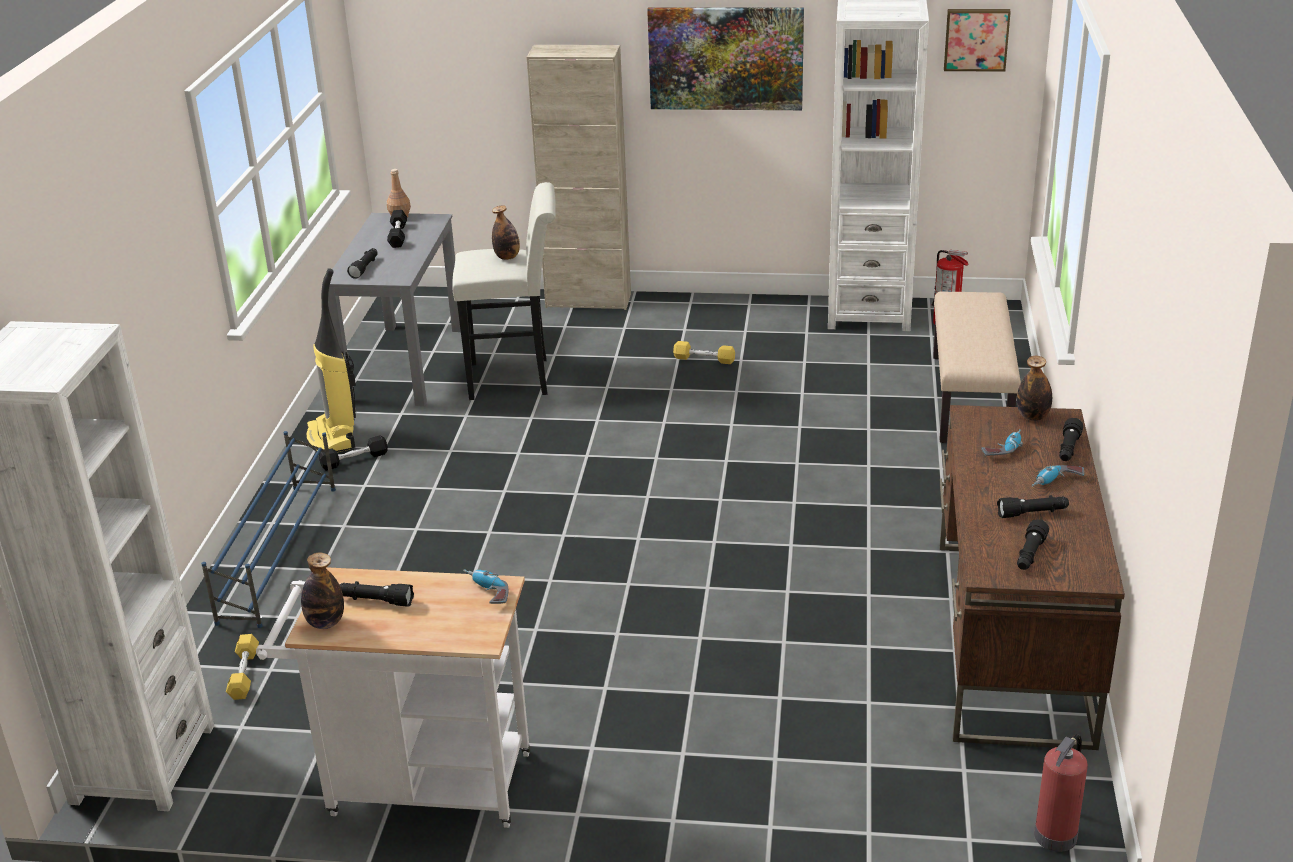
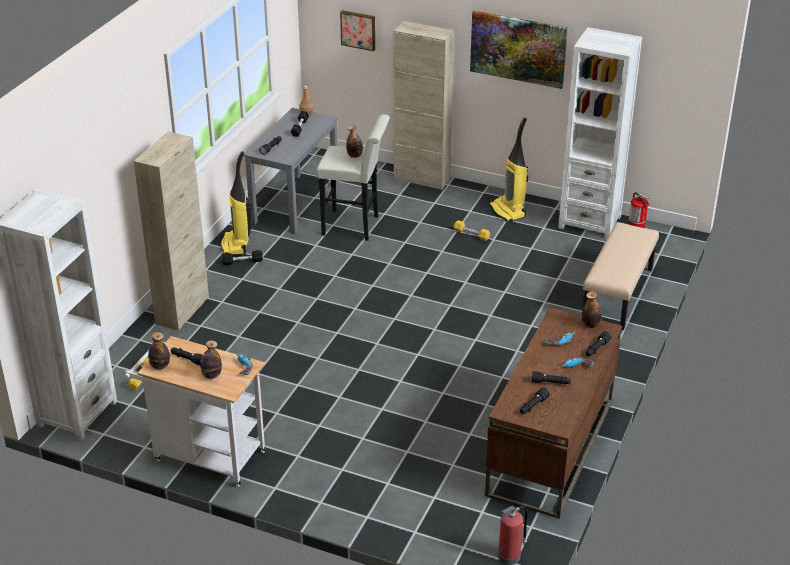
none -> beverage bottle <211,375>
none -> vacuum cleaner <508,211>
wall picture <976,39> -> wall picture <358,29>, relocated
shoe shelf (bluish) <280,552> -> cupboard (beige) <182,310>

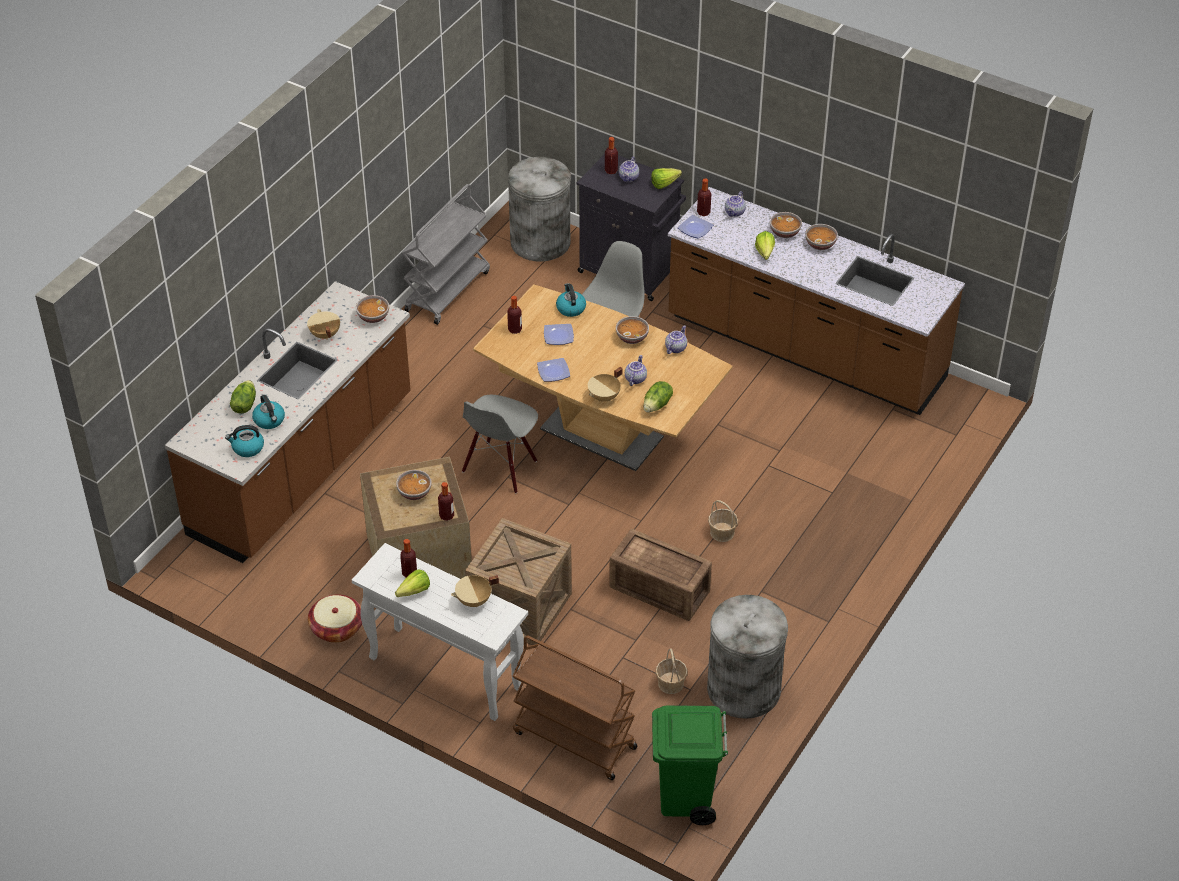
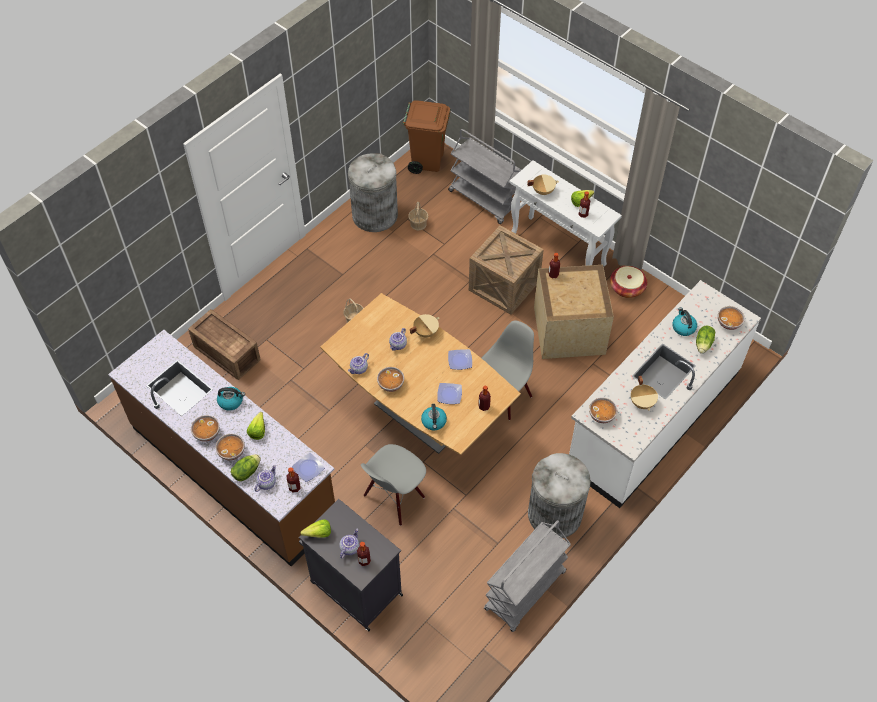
kettle <247,448> -> kettle <231,401>, relocated
bowl <414,493> -> bowl <729,323>, relocated
rubbish bin (gray) <540,242> -> rubbish bin (gray) <554,514>, relocated
crate <660,590> -> crate <227,352>, relocated
head of lettuce <657,405> -> head of lettuce <246,471>, relocated
kitchen counter (brown-coloured) <303,467> -> kitchen counter (white) <653,418>
cart (brown-coloured) <573,740> -> cart (gray) <484,200>
rubbish bin (green-coloured) <686,798> -> rubbish bin (brown-coloured) <427,161>

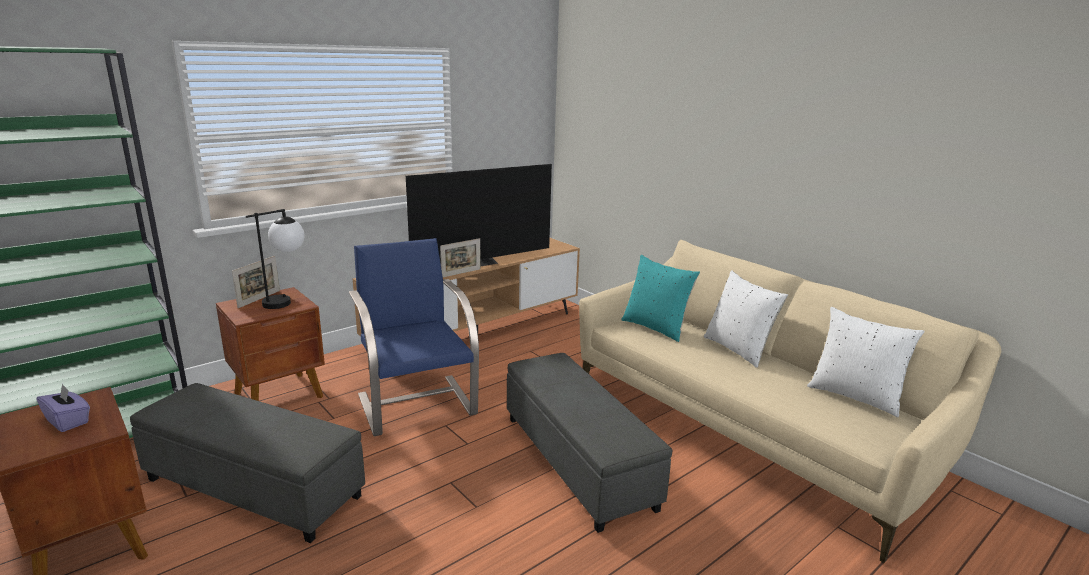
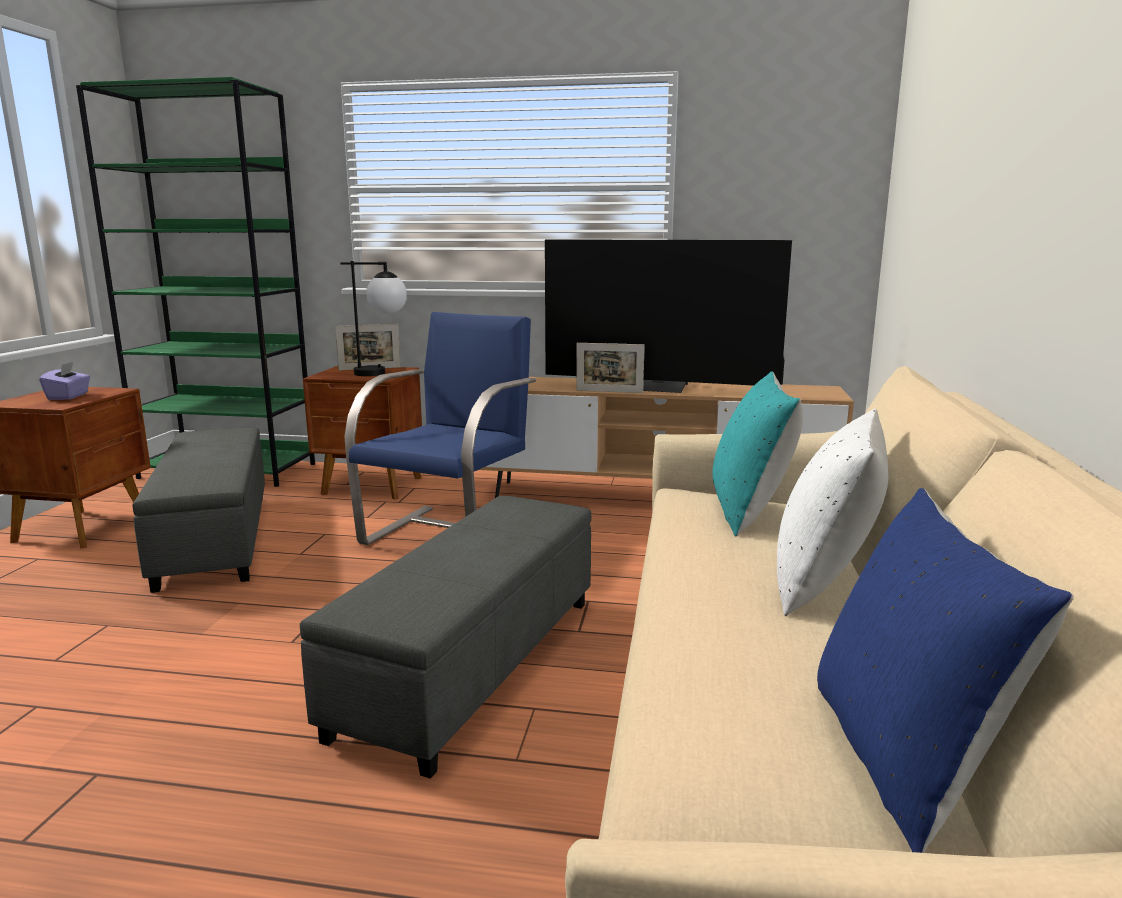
pillow (white) <855,396> -> pillow (bluish) <903,760>

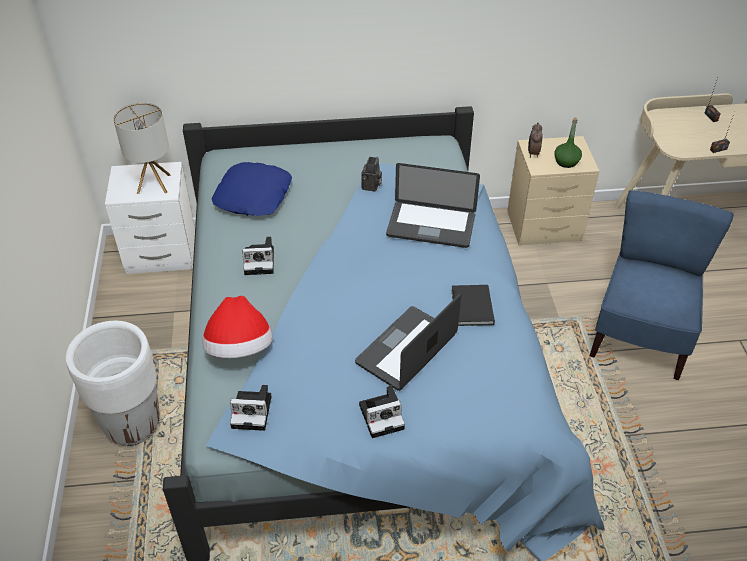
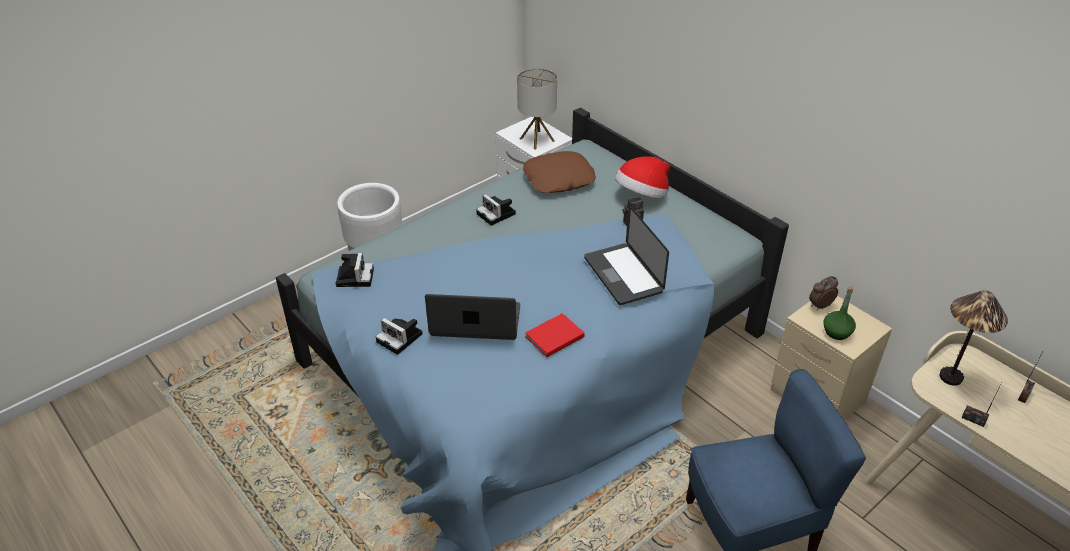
none -> tabletop lamp <950,377>
clothing hat <240,348> -> clothing hat <642,196>, relocated
pillow (bluish) <254,196> -> pillow (brown-coloured) <559,179>
volume (black) <471,308> -> volume (reddish) <553,337>
still camera <253,411> -> still camera <354,276>, 150 degrees counterclockwise

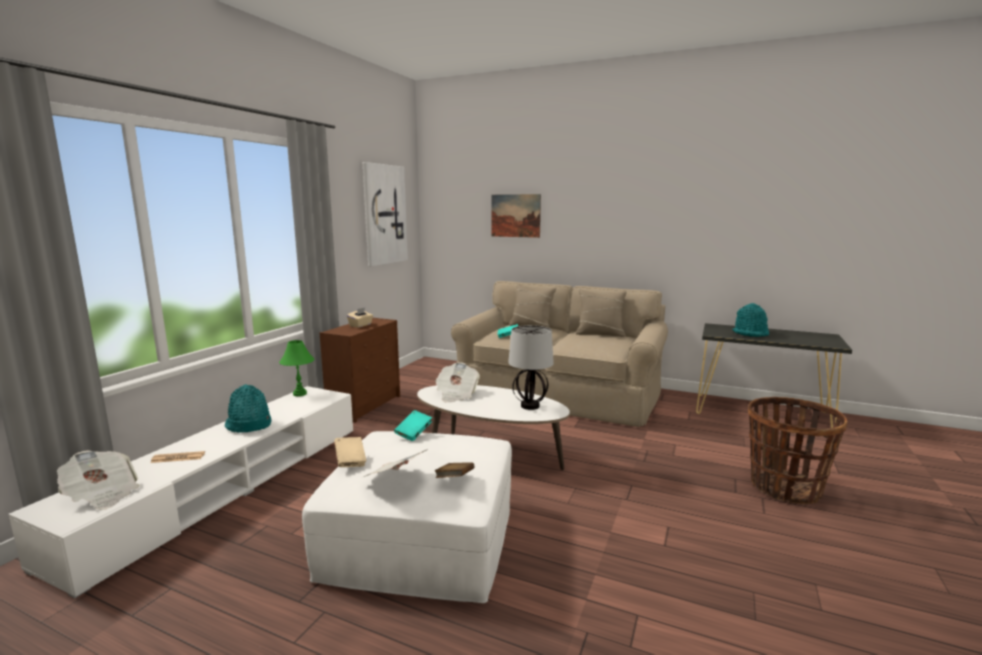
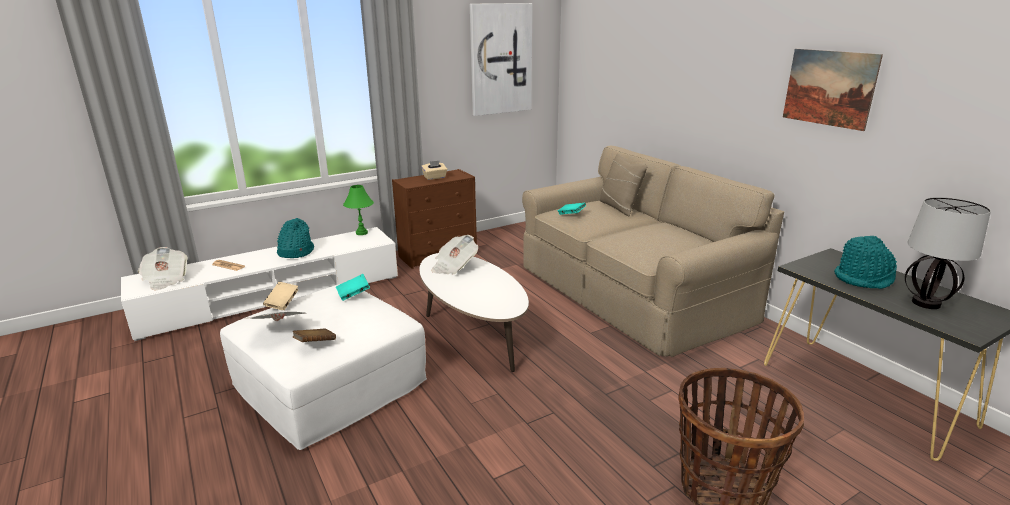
pillow (beige) <600,334> -> none
wall picture <515,215> -> wall picture <829,88>, relocated
tabletop lamp <529,406> -> tabletop lamp <925,303>, relocated

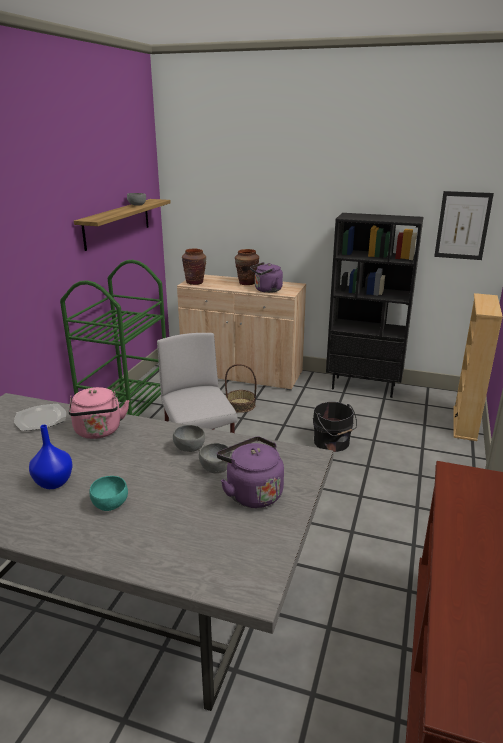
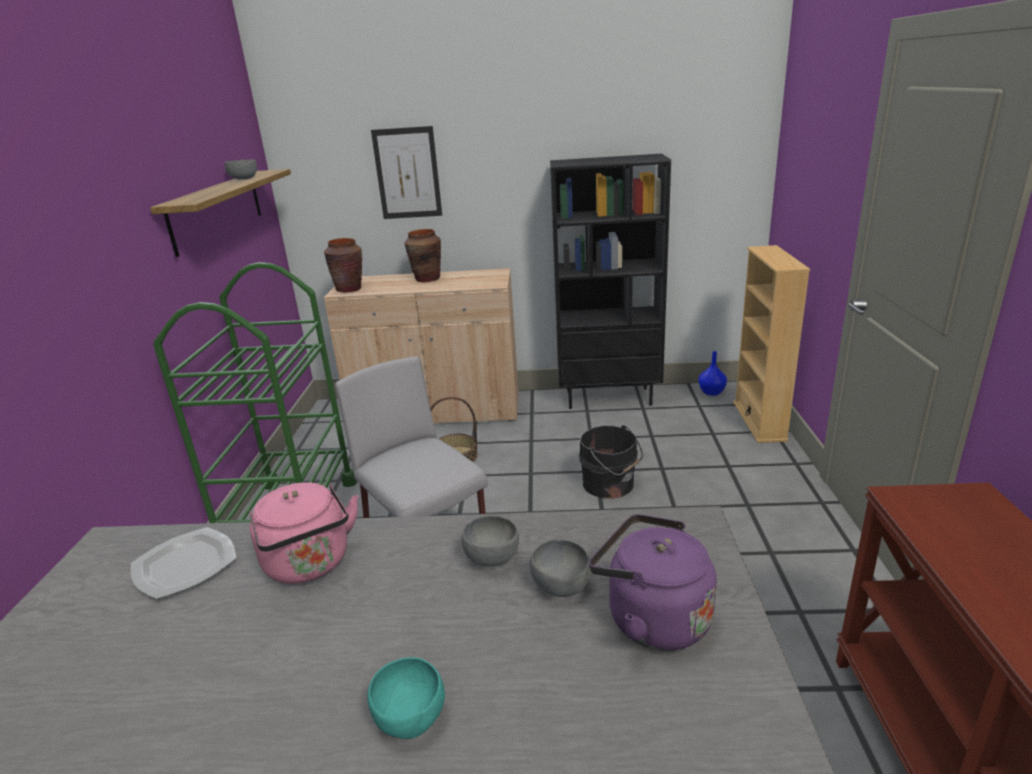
kettle (purple) <266,290> -> none
vase (bluish) <54,482> -> vase (bluish) <712,392>, relocated
wall picture <462,225> -> wall picture <407,173>, relocated

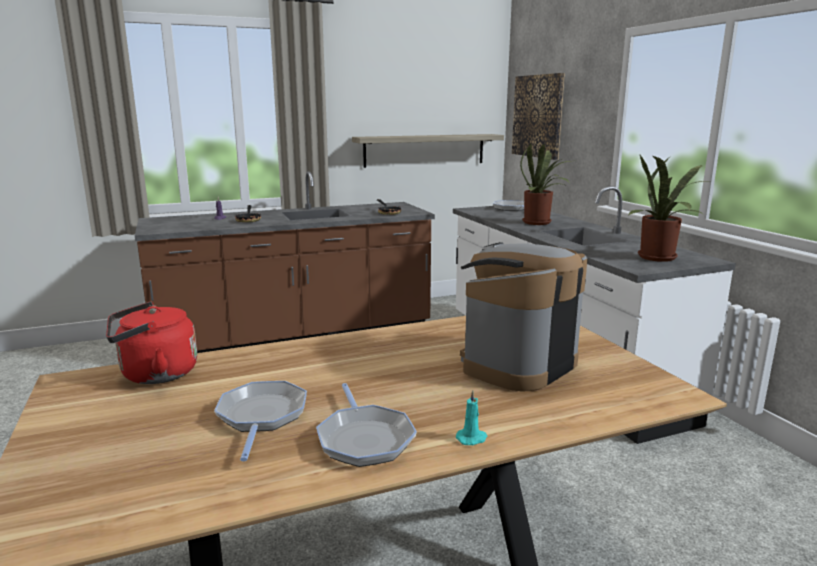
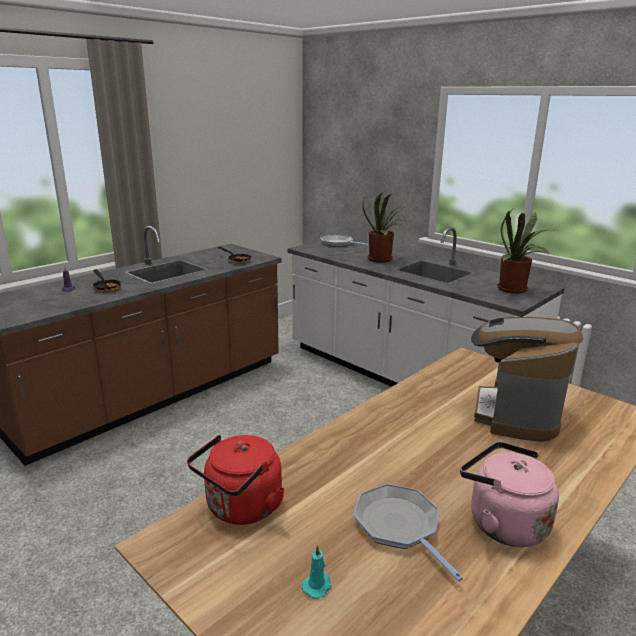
shelf <425,150> -> none
wall picture <538,116> -> none
candle (blue-green) <472,438> -> candle (blue-green) <317,586>, relocated
pan <364,439> -> kettle (pinkish) <502,522>

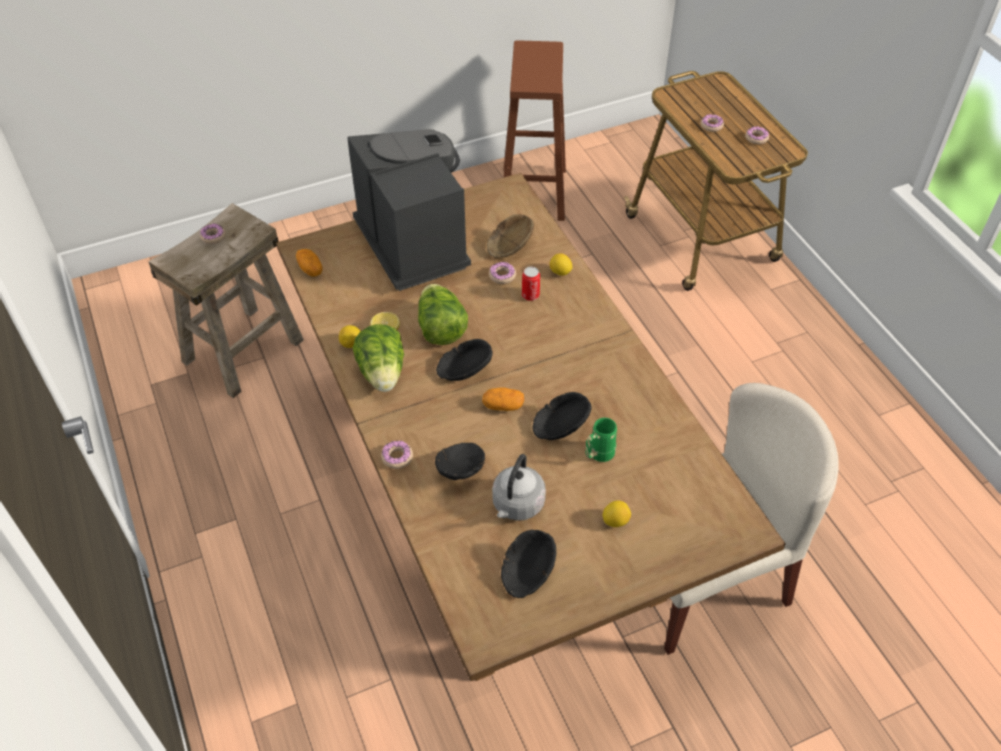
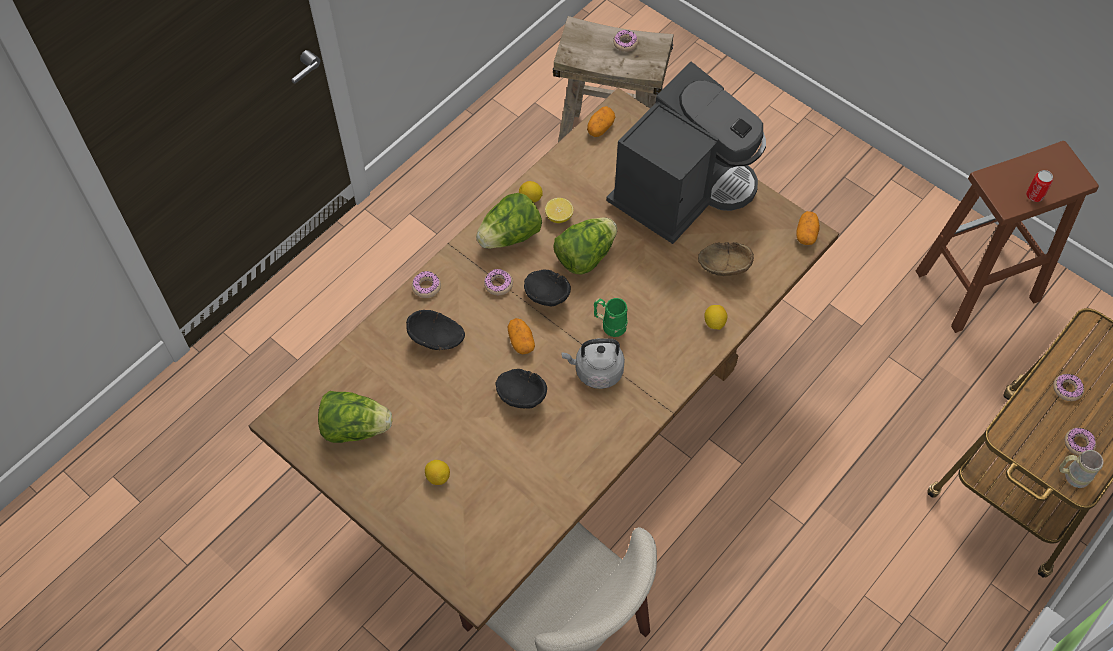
none -> whole potato <806,234>
none -> tea mug (beige) <1071,476>
ring doughnut <502,276> -> ring doughnut <498,284>, relocated
kettle (gray) <517,505> -> kettle (gray) <596,371>, relocated
metal can <530,295> -> metal can <1034,195>, relocated
tea mug (green-coloured) <598,455> -> tea mug (green-coloured) <609,325>, relocated
bowl (black) <526,573> -> head of lettuce <355,427>

